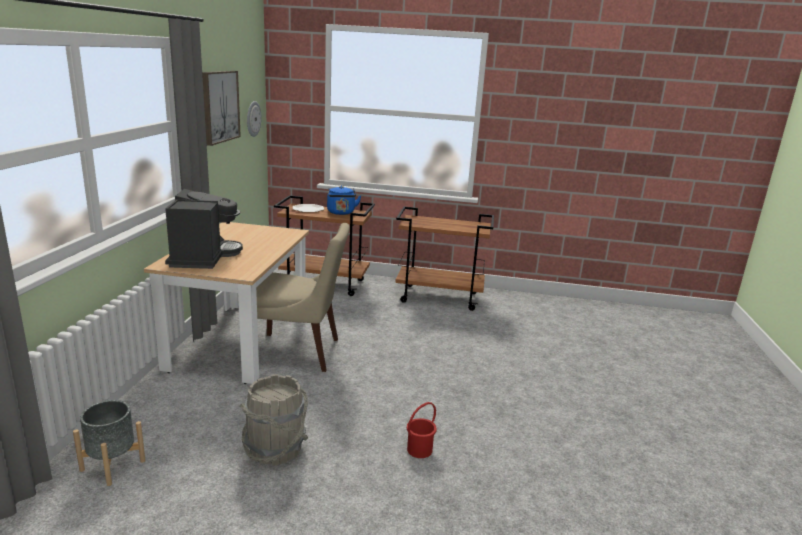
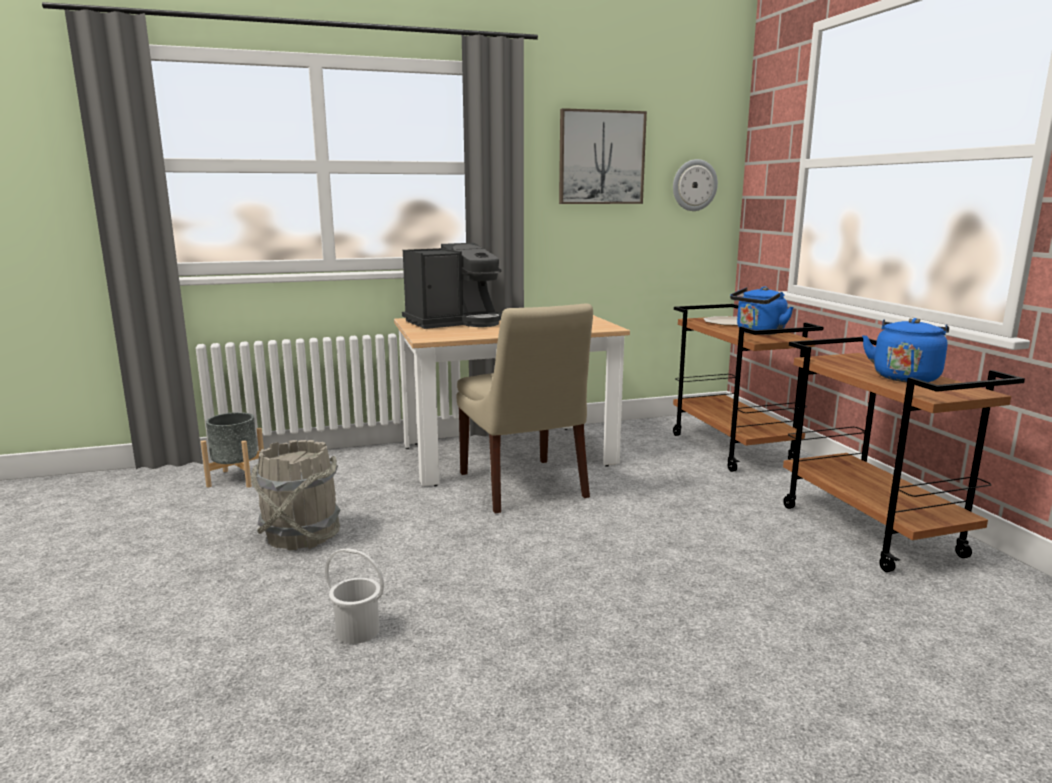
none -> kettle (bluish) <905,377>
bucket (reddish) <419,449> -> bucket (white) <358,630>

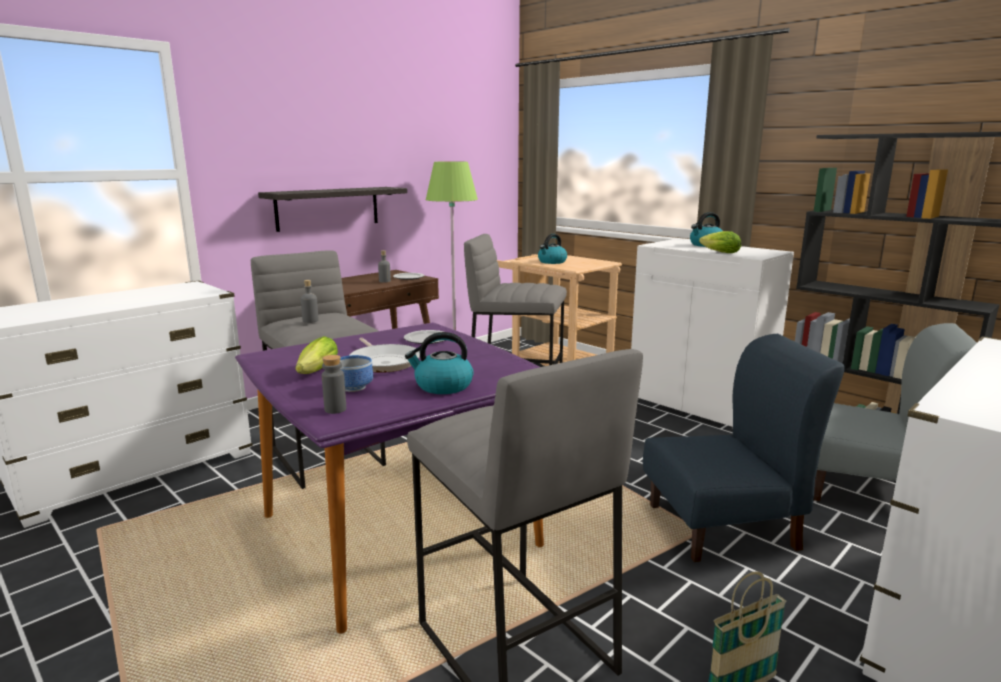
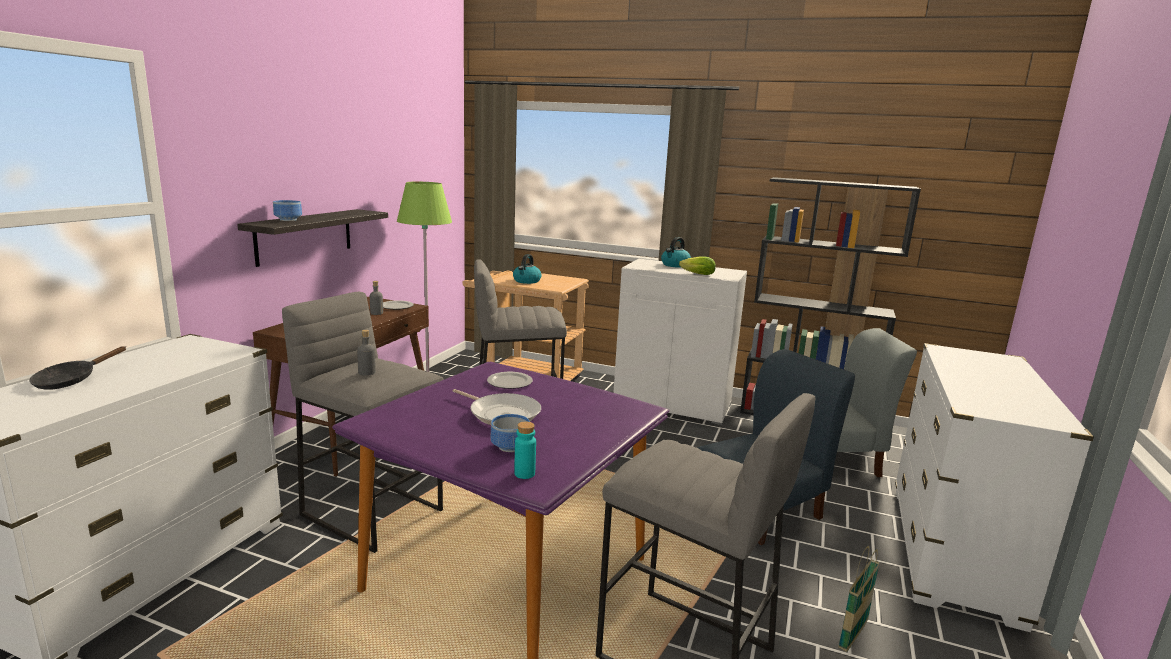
head of lettuce <315,373> -> none
kettle <442,386> -> none
none -> pan (black) <71,380>
none -> bowl <289,219>
beverage bottle (gray) <335,409> -> beverage bottle (blue-green) <524,473>

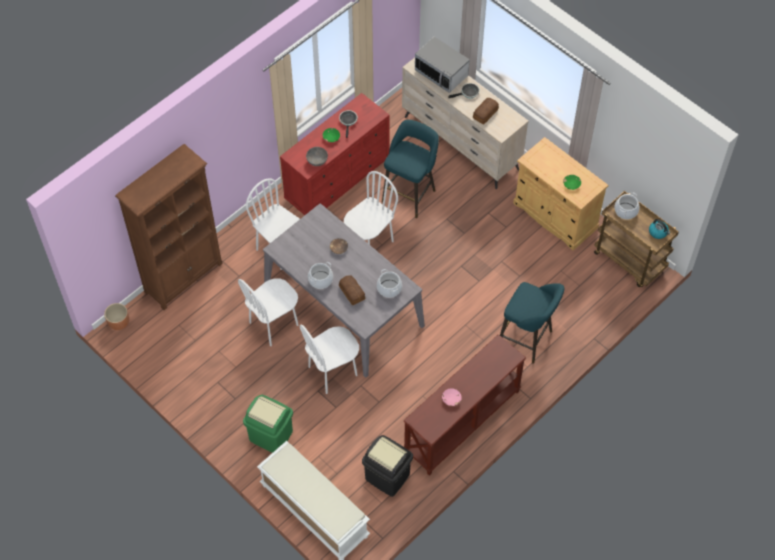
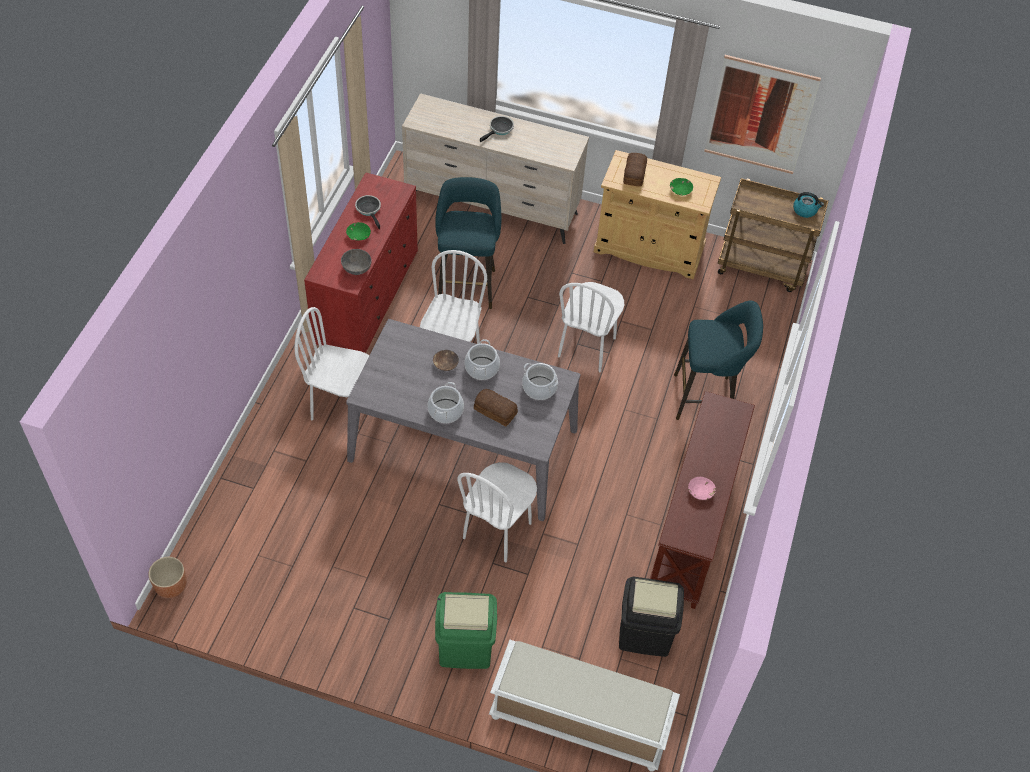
shelving unit (brown-coloured) <184,277> -> none
microwave oven <441,73> -> none
none -> wall picture <760,115>
upright chair (white) <274,324> -> upright chair (white) <587,347>, relocated
bread <484,113> -> bread <633,174>, relocated
saucepot <625,211> -> saucepot <481,368>, relocated

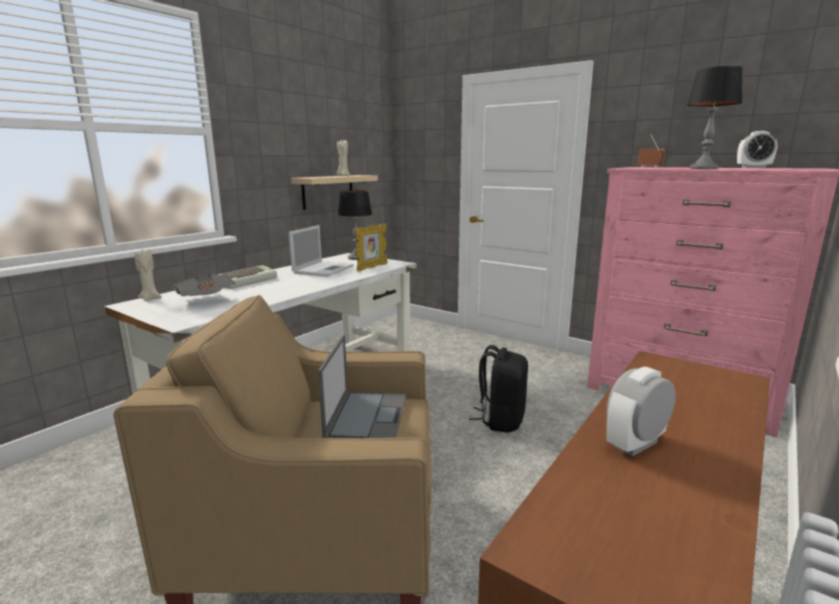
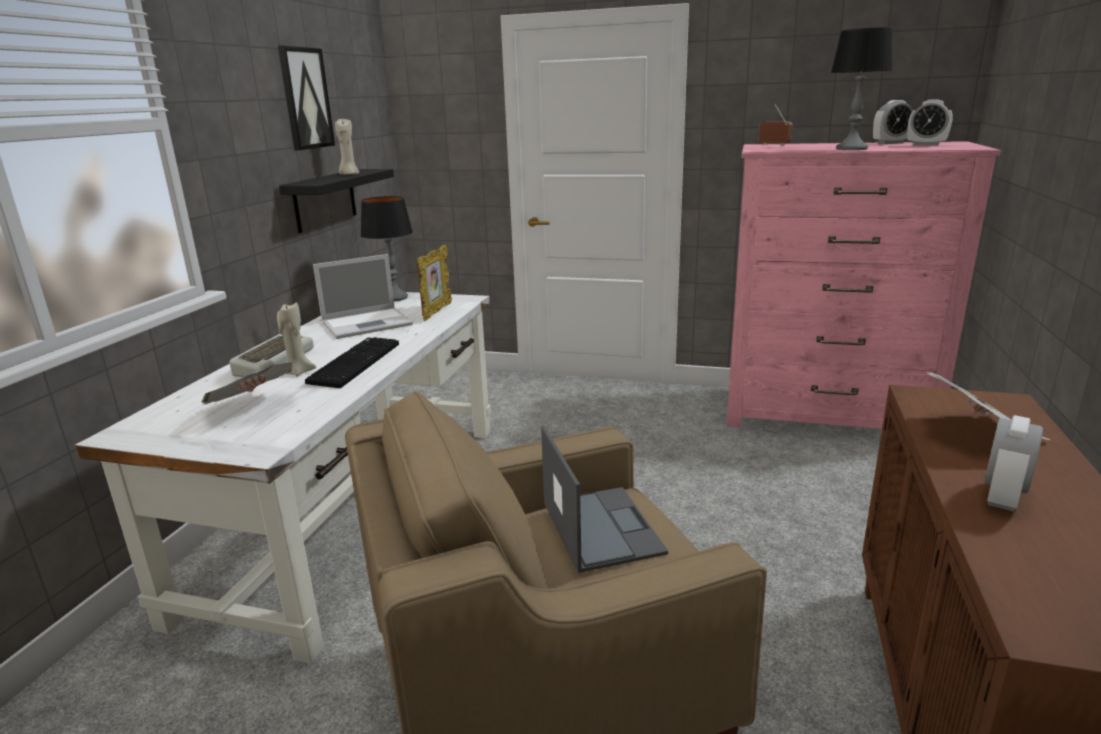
knapsack (black) <501,420> -> none
none -> wall picture <305,98>
none -> computer keyboard <354,363>
none -> bedside clock <926,145>
none -> daily paper <980,434>
candle (beige) <151,299> -> candle (beige) <298,372>, relocated
shelf (beige) <328,191> -> shelf (black) <325,200>
notebook computer <324,269> -> notebook computer <368,323>, 60 degrees clockwise

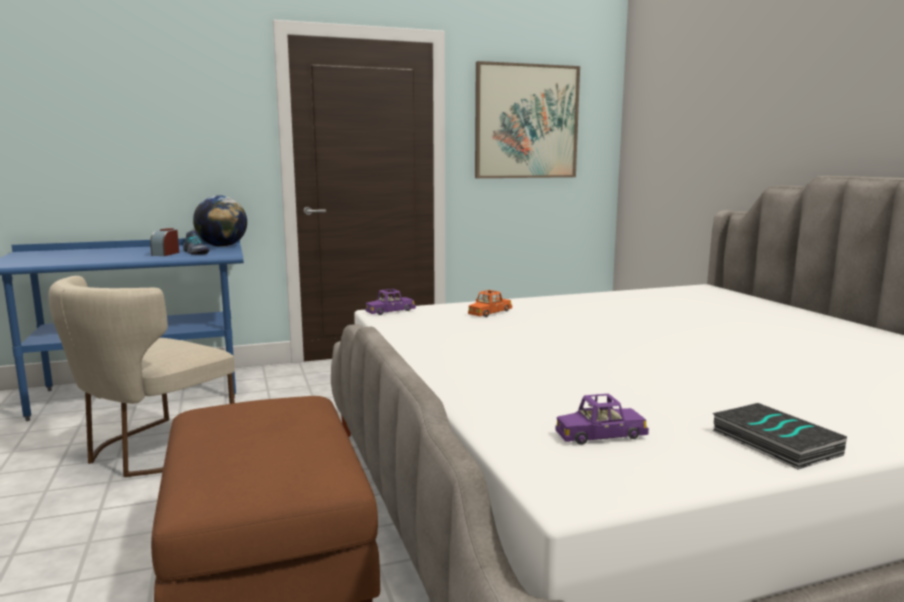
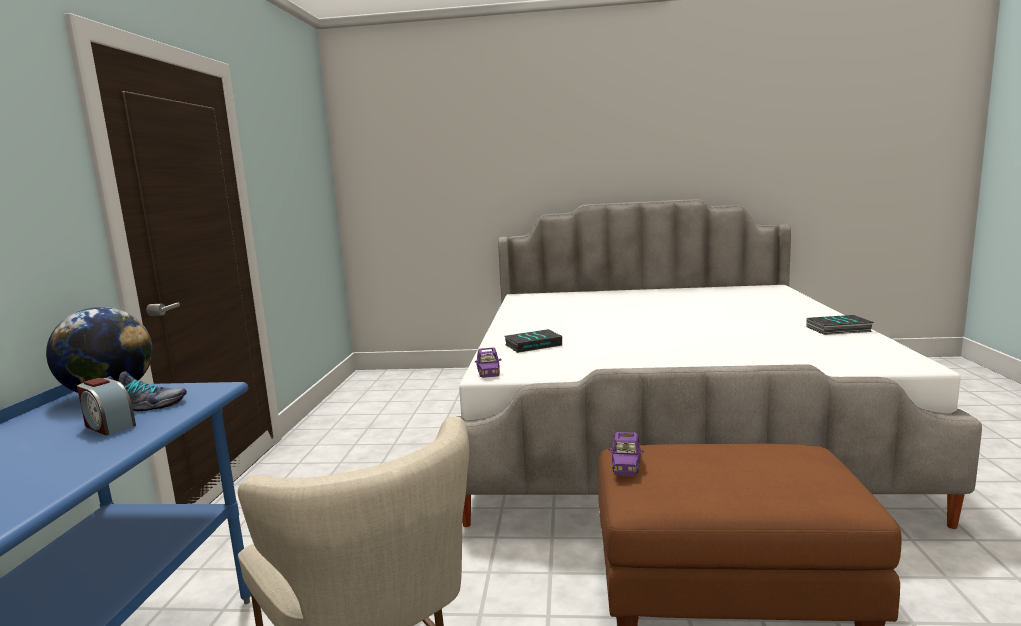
wall picture <526,122> -> none
miniature car (purple) <600,435> -> miniature car (purple) <626,463>, relocated
miniature car (orange) <489,313> -> volume <533,345>

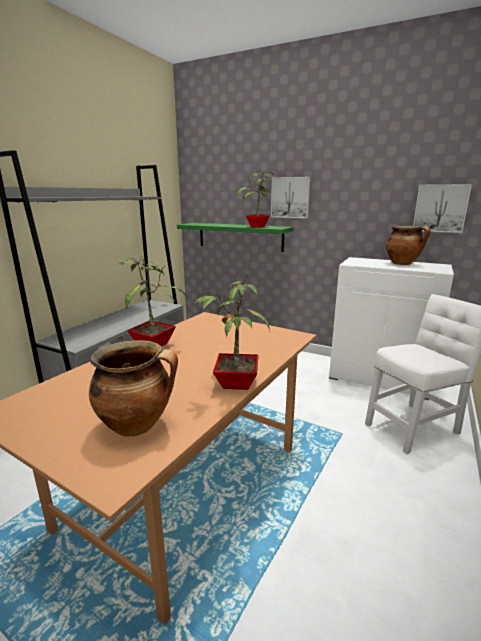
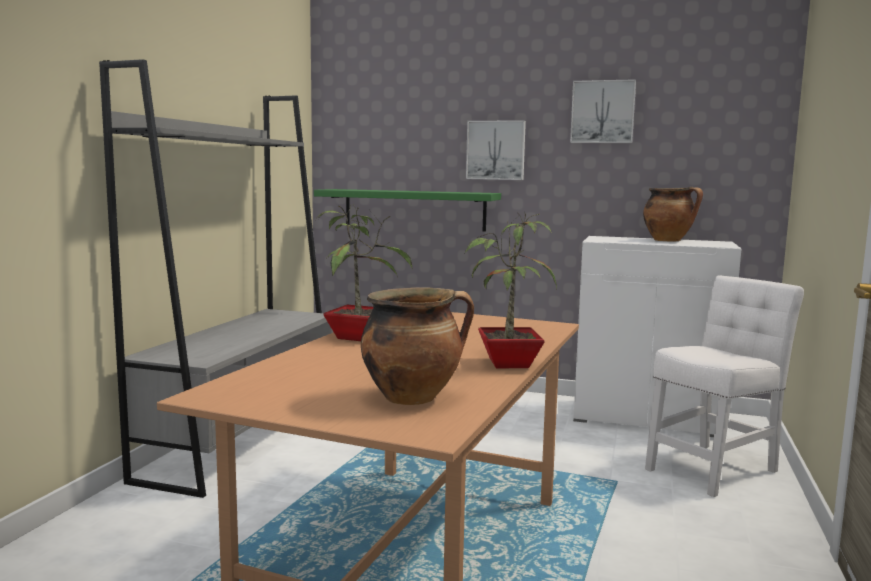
plant in a pot <257,227> -> none
wall picture <440,208> -> wall picture <602,112>, relocated

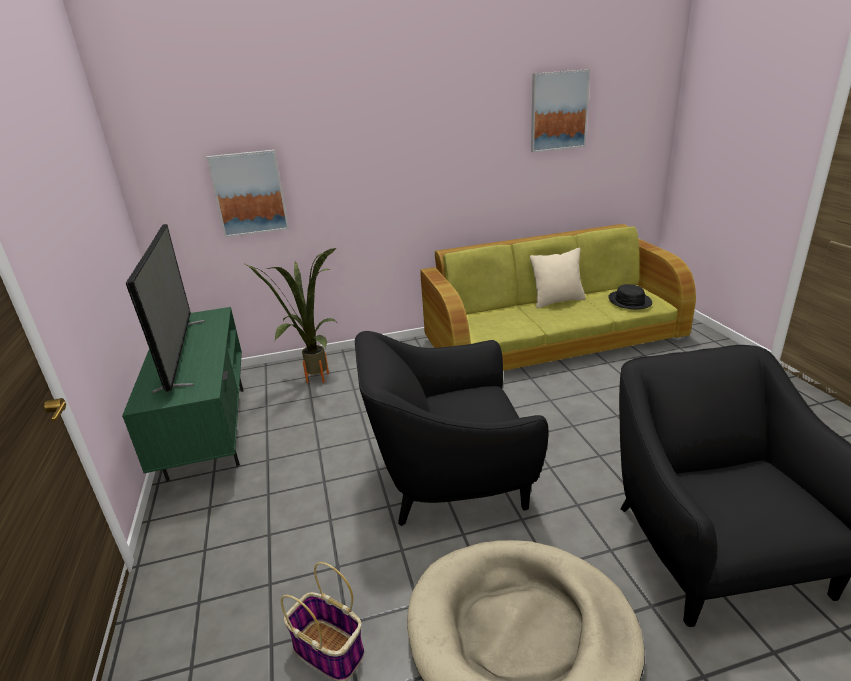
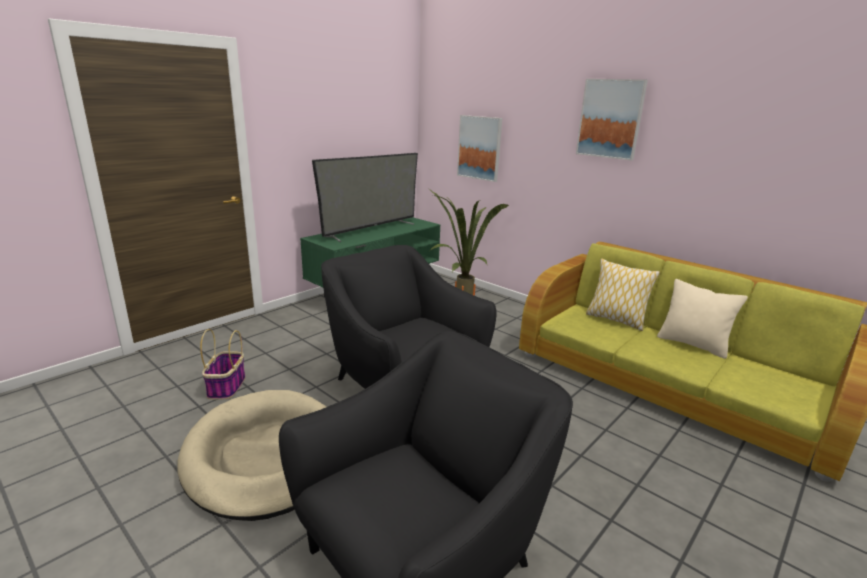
clothing hat (black) <629,301> -> none
none -> pillow <615,320>
wall picture <558,111> -> wall picture <610,119>, relocated

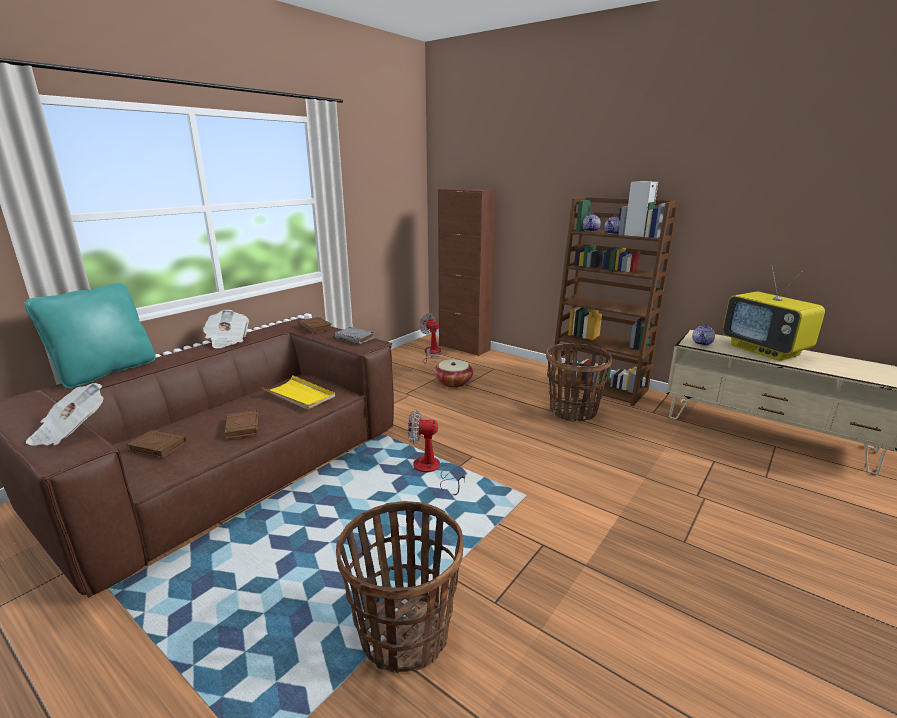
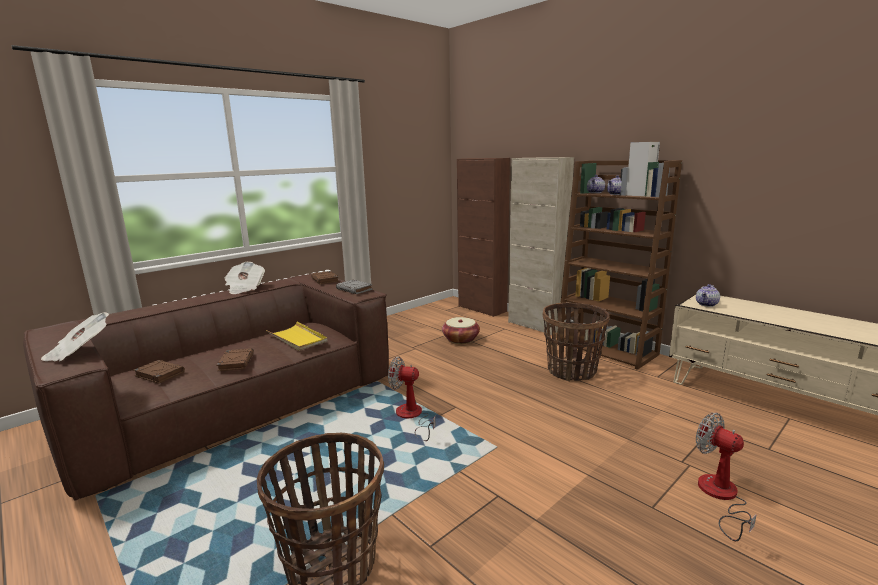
pillow (blue-green) <106,372> -> none
TV set <765,350> -> none
none -> cupboard (beige) <535,325>
cooling fan <431,353> -> cooling fan <720,497>, relocated

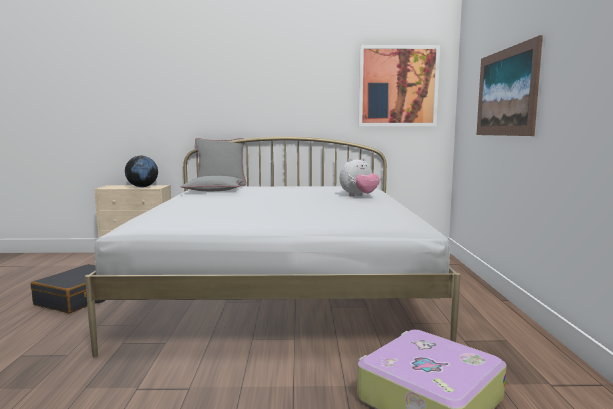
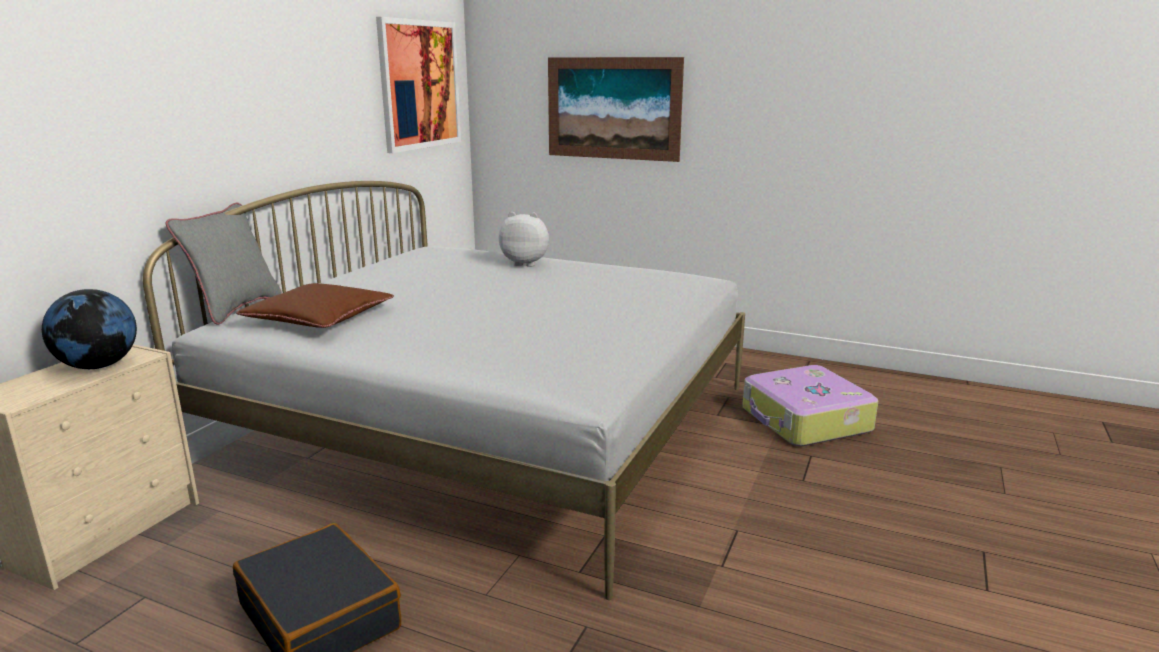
pillow (gray) <214,190> -> pillow (brown-coloured) <319,317>
soft toy <359,196> -> soft toy <526,263>, 75 degrees counterclockwise

